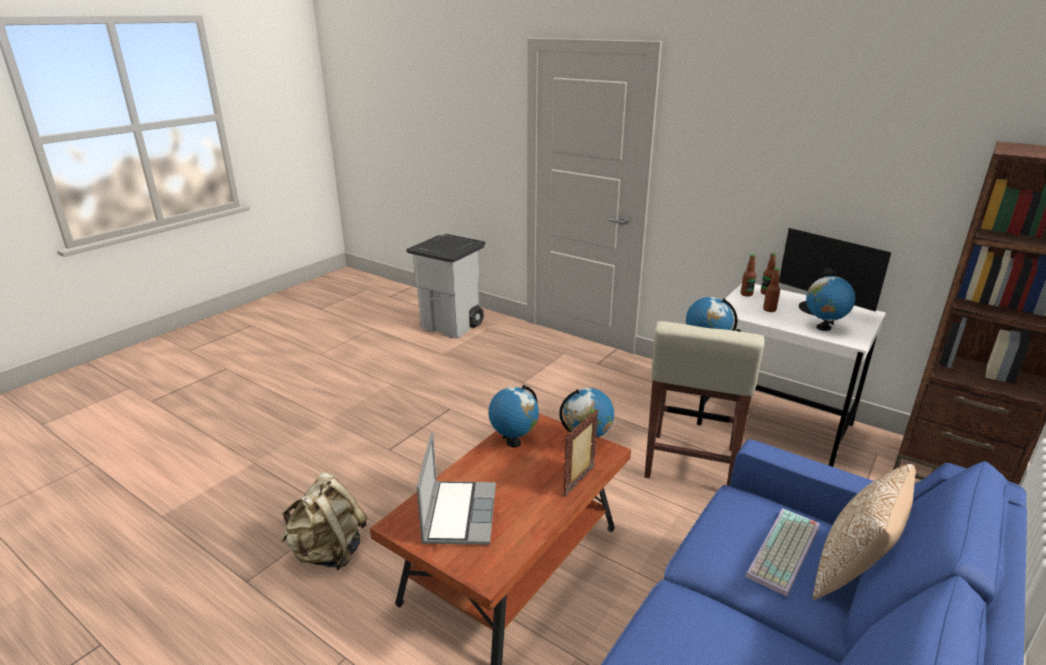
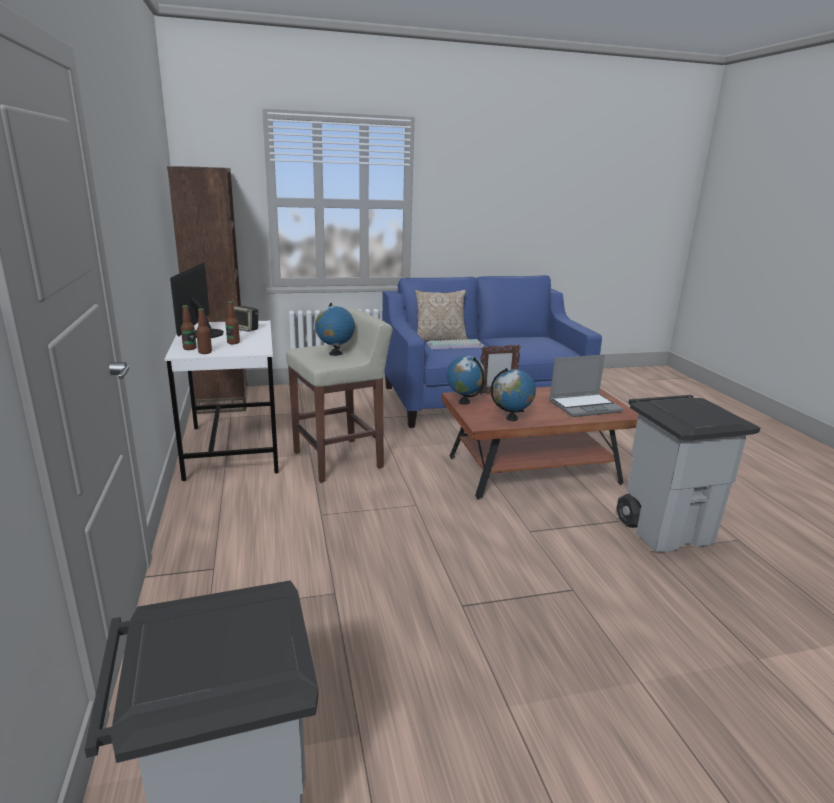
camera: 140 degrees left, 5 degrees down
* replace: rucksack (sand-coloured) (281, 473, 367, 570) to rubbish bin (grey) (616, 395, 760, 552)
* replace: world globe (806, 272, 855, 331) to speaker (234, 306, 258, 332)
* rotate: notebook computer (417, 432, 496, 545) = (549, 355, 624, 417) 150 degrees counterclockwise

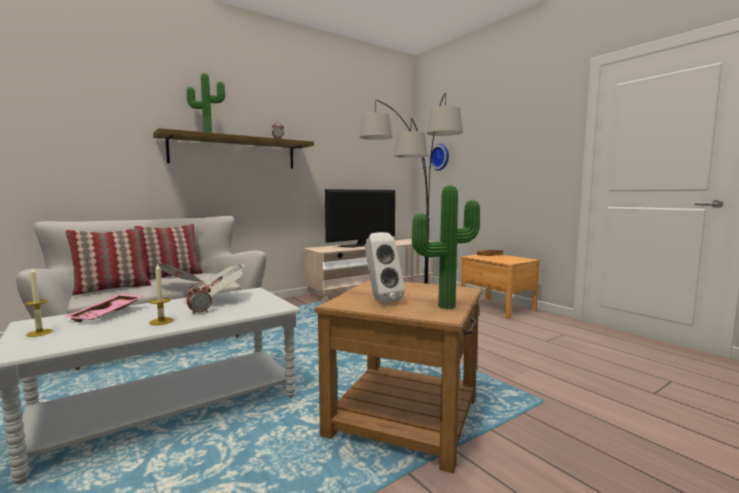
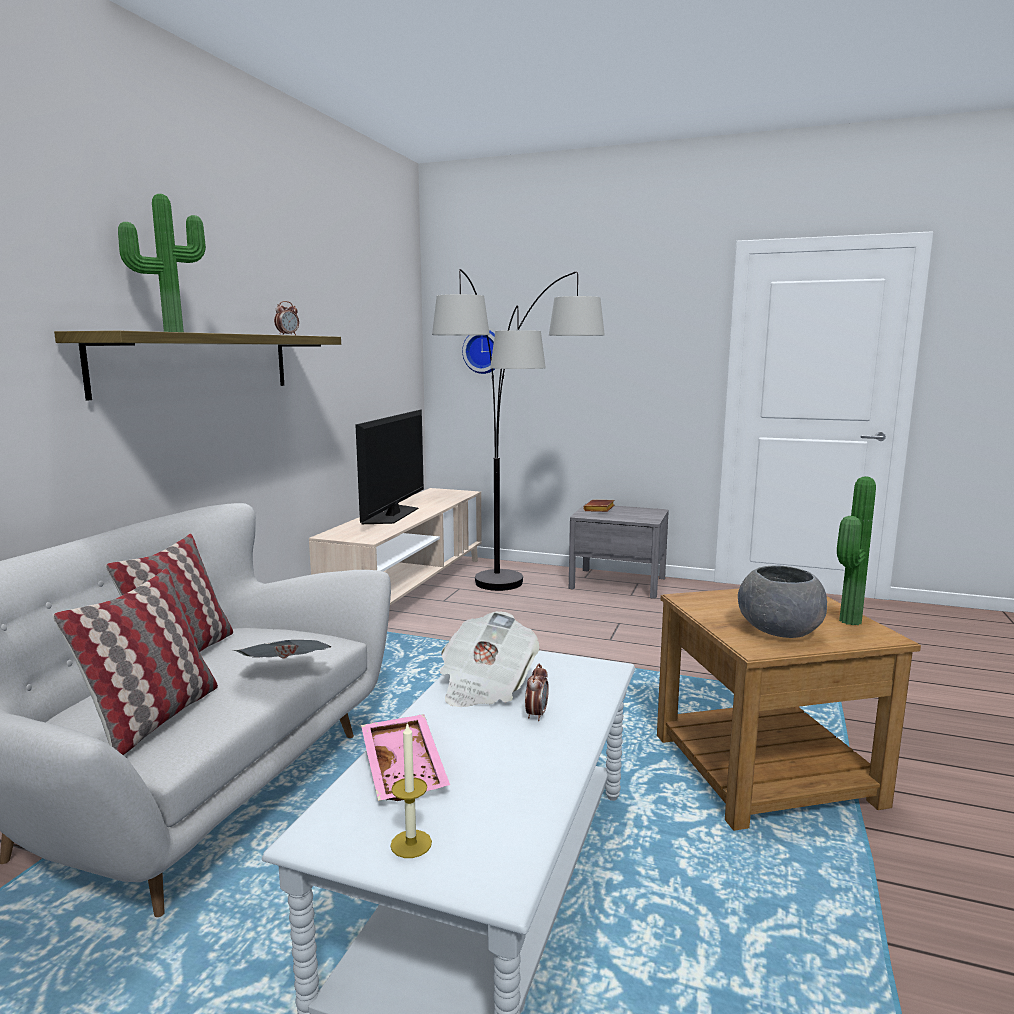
camera: 35 degrees left, 5 degrees up
* delete: wax light (149, 263, 174, 325)
* replace: speaker (whitish) (365, 232, 405, 303) to bowl (grey) (738, 565, 827, 638)
* recolor: nightstand (brownish) (460, 254, 540, 319) to nightstand (grey) (569, 504, 669, 599)

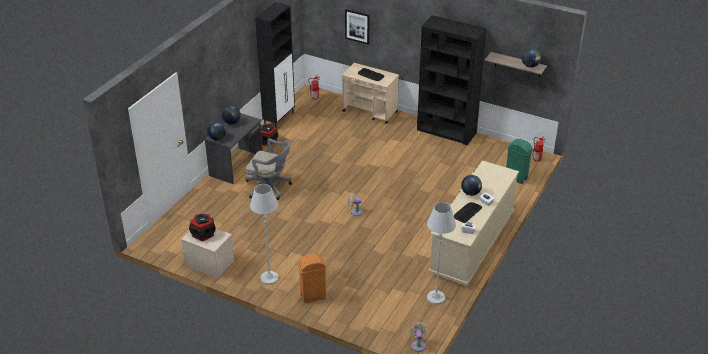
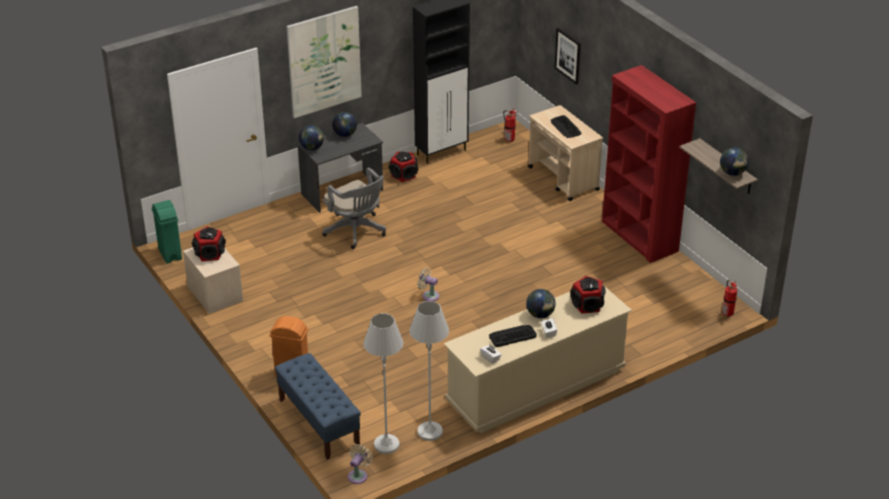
camera: 30 degrees right, 0 degrees up
* insert: indoor bench (bluish) (275, 353, 361, 460)
* insert: wall art (286, 6, 362, 118)
* insert: speaker (570, 276, 606, 314)
* move: floor lamp (whitish) (250, 184, 279, 285) to (364, 313, 403, 454)
* move: rubbish bin (green) (506, 139, 533, 184) to (152, 200, 182, 264)
* recolor: bookcase (black-coloured) (417, 15, 487, 145) to bookcase (red-coloured) (602, 65, 696, 263)

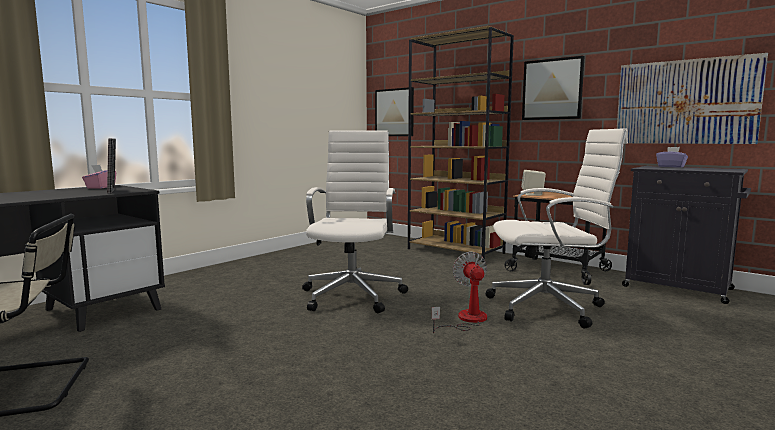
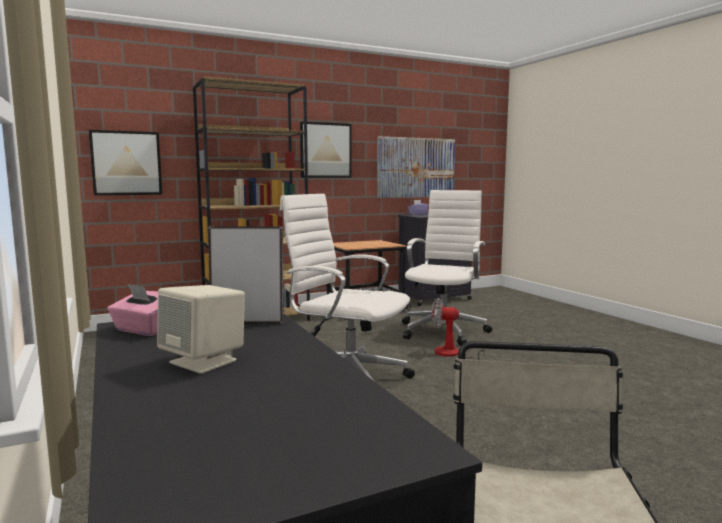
camera: 65 degrees left, 0 degrees up
* move: speaker (sand-coloured) (521, 170, 546, 196) to (157, 285, 245, 374)

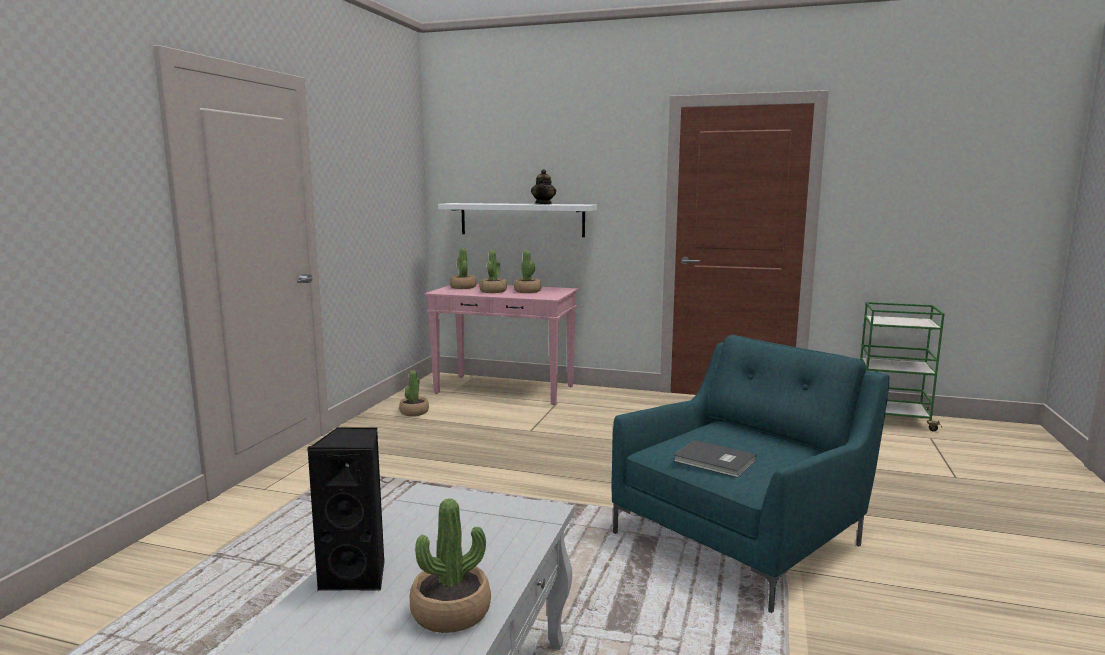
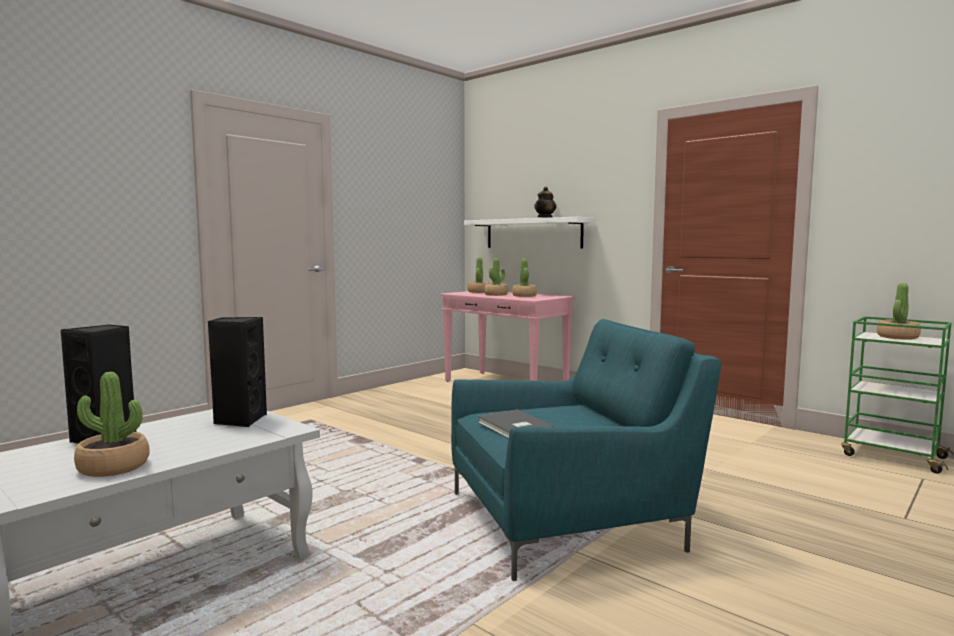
camera: 25 degrees right, 5 degrees down
* insert: speaker (black-coloured) (208, 317, 267, 427)
* move: plant in a pot (399, 370, 429, 416) to (877, 283, 921, 340)

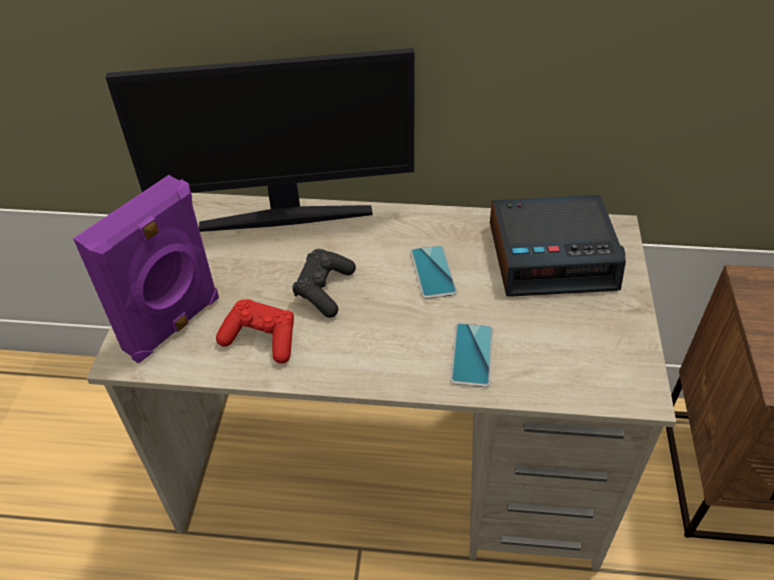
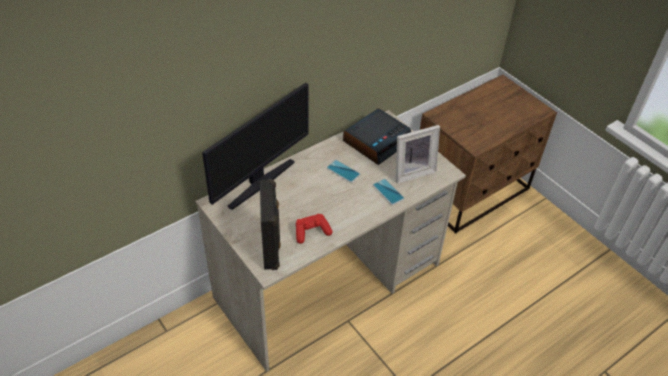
camera: 45 degrees left, 0 degrees up
* delete: joypad (black-coloured) (292, 249, 356, 318)
* insert: picture frame (396, 125, 440, 184)
* recolor: speaker (purple) (73, 175, 219, 363) to speaker (black-coloured) (260, 179, 281, 270)

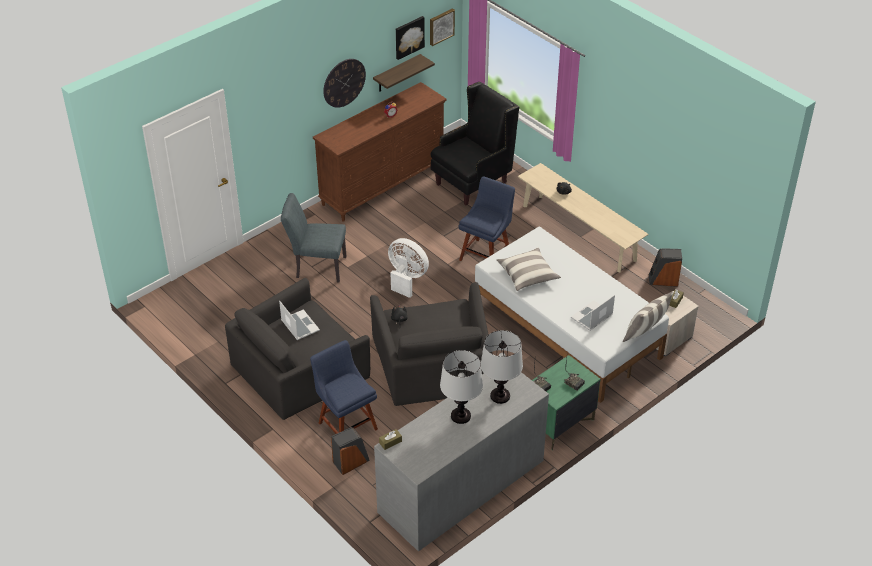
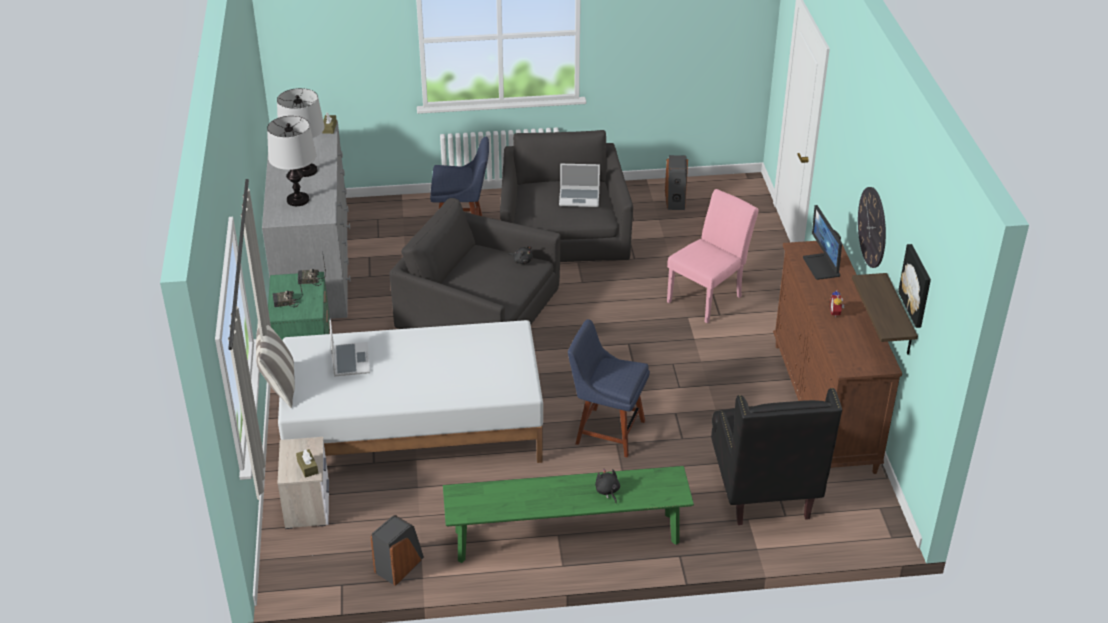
camera: 125 degrees right, 5 degrees down
* delete: cooling fan (whitish) (388, 238, 429, 298)
* delete: wall art (430, 9, 455, 46)
* delete: throw pillow (496, 247, 561, 291)
* insert: monitor (803, 205, 842, 280)
* move: speaker (331, 427, 370, 475) to (665, 155, 688, 210)
* recolor: upright chair (grey) (281, 193, 346, 282) to upright chair (pink-coloured) (667, 189, 759, 323)
* recolor: indoor bench (sand-coloured) (518, 163, 648, 272) to indoor bench (green) (443, 466, 694, 563)
* rotate: upright chair (bluish) (458, 177, 515, 261) = (568, 319, 650, 458) 135 degrees clockwise

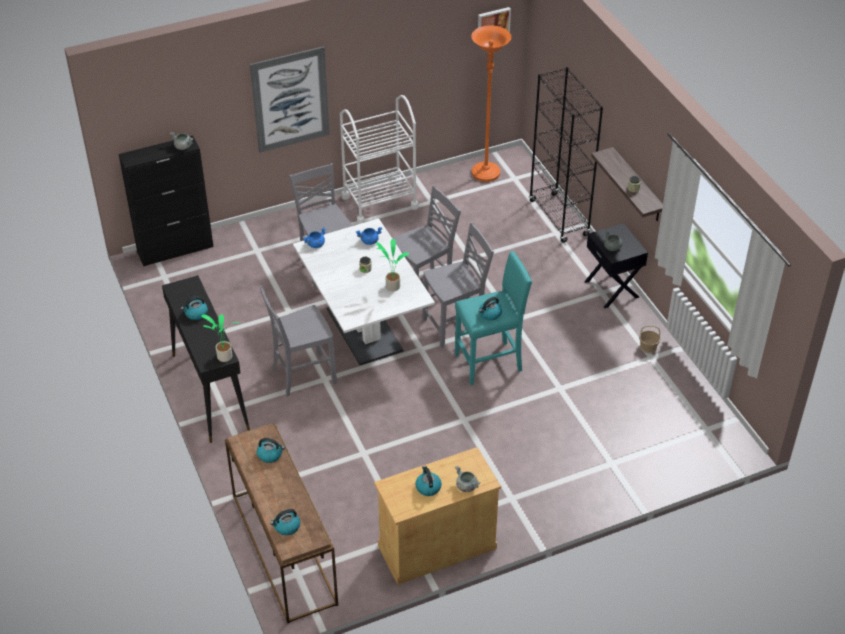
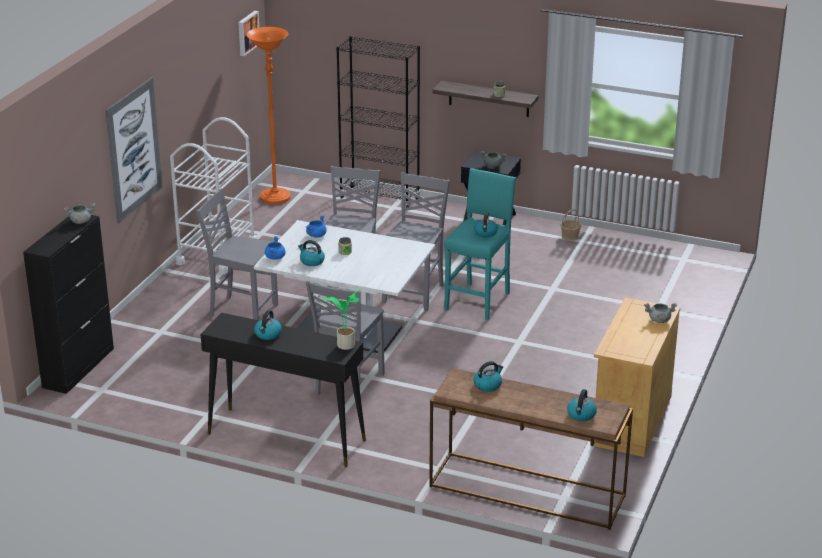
camera: 45 degrees left, 15 degrees down
* delete: plant in a pot (376, 239, 409, 291)
* move: tea kettle (415, 466, 442, 496) to (298, 240, 325, 266)

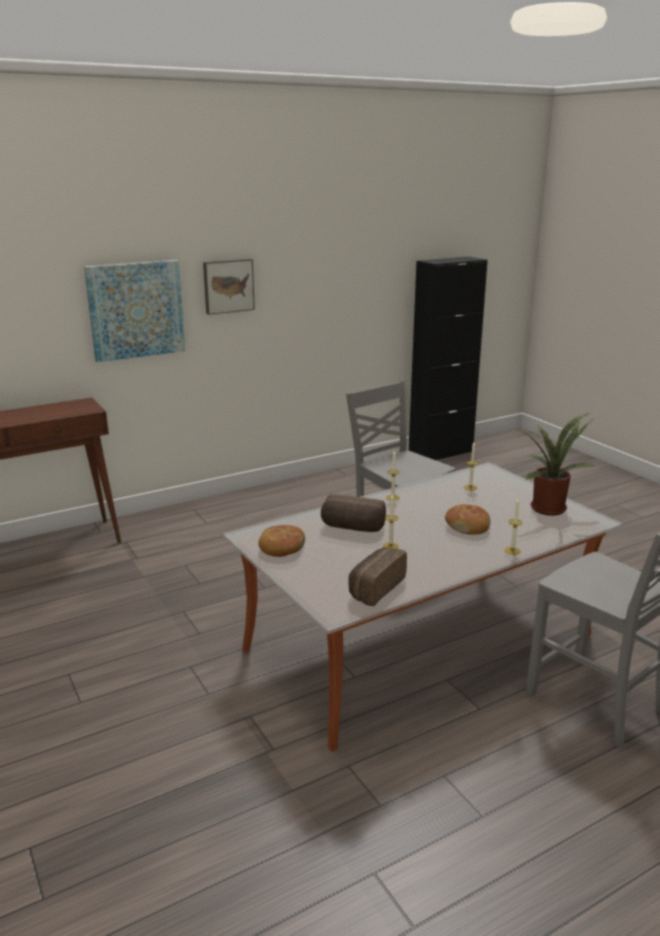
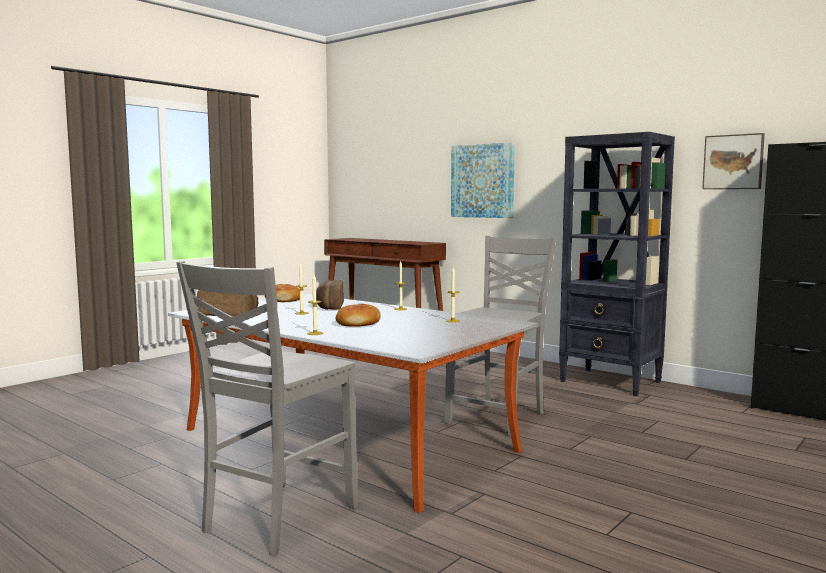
camera: 70 degrees right, 15 degrees down
* delete: plant in a pot (512, 413, 596, 516)
* insert: bookcase (black-coloured) (559, 132, 675, 396)
* move: wall art (203, 259, 255, 315) to (702, 133, 765, 189)

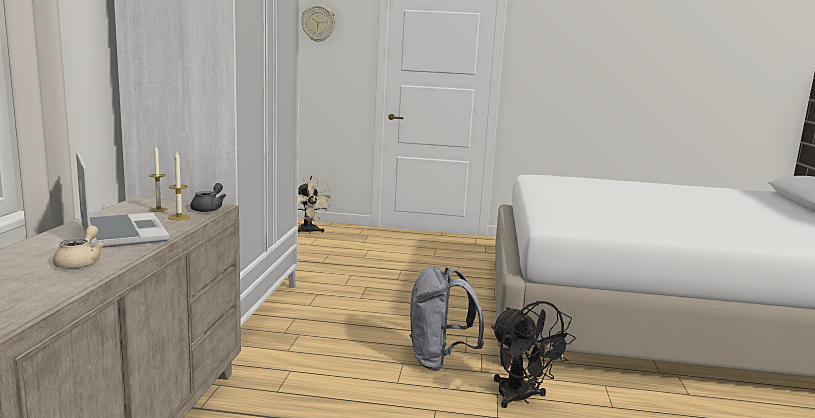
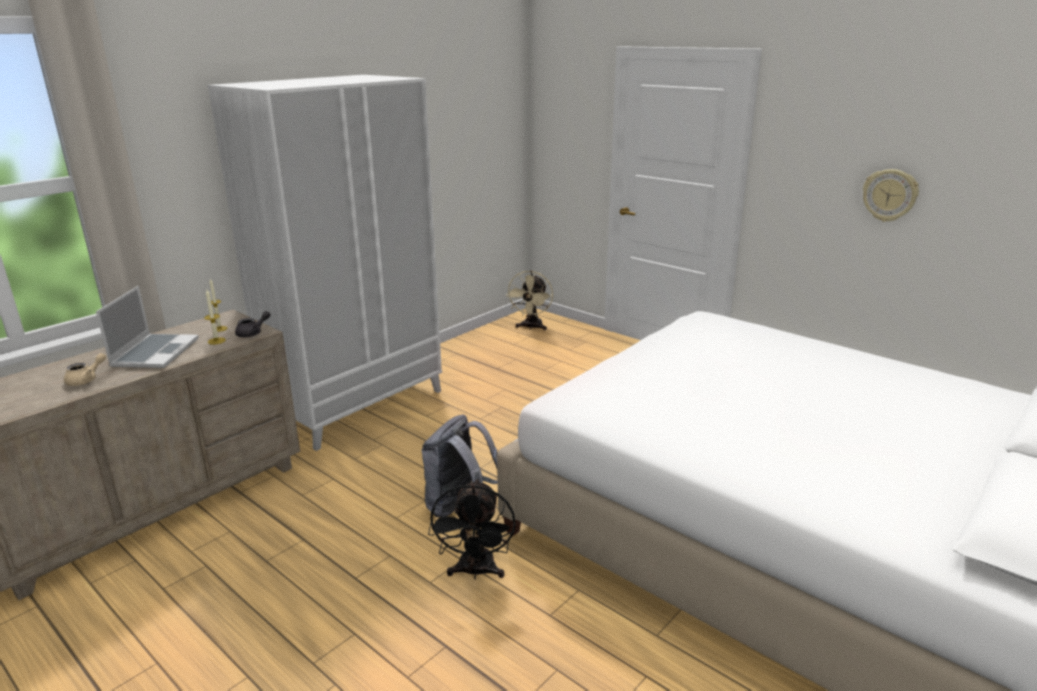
camera: 35 degrees right, 10 degrees up
* move: wall clock (301, 5, 336, 42) to (863, 169, 919, 222)

